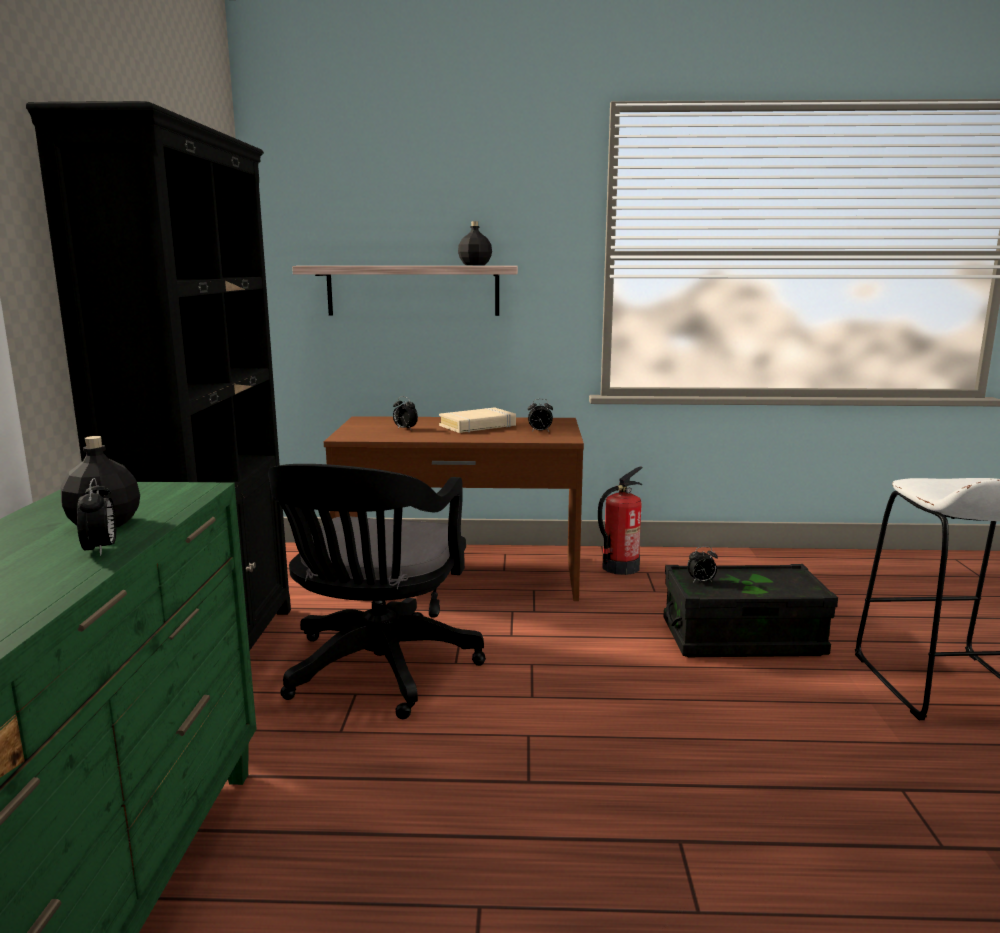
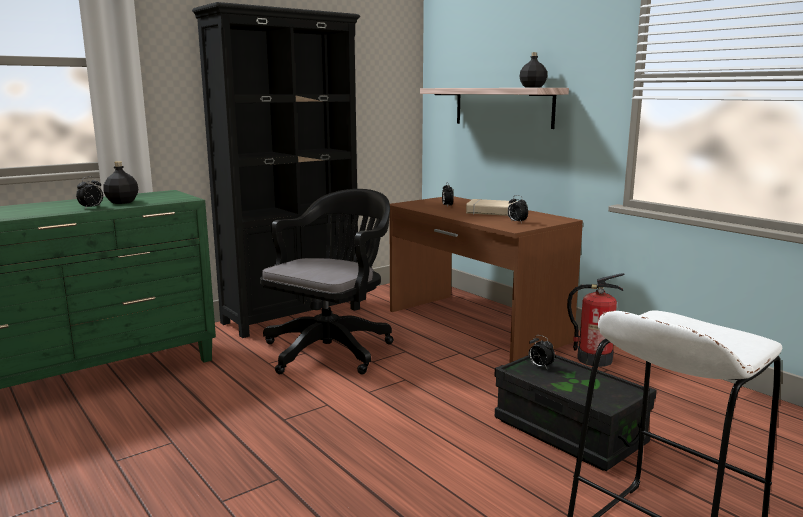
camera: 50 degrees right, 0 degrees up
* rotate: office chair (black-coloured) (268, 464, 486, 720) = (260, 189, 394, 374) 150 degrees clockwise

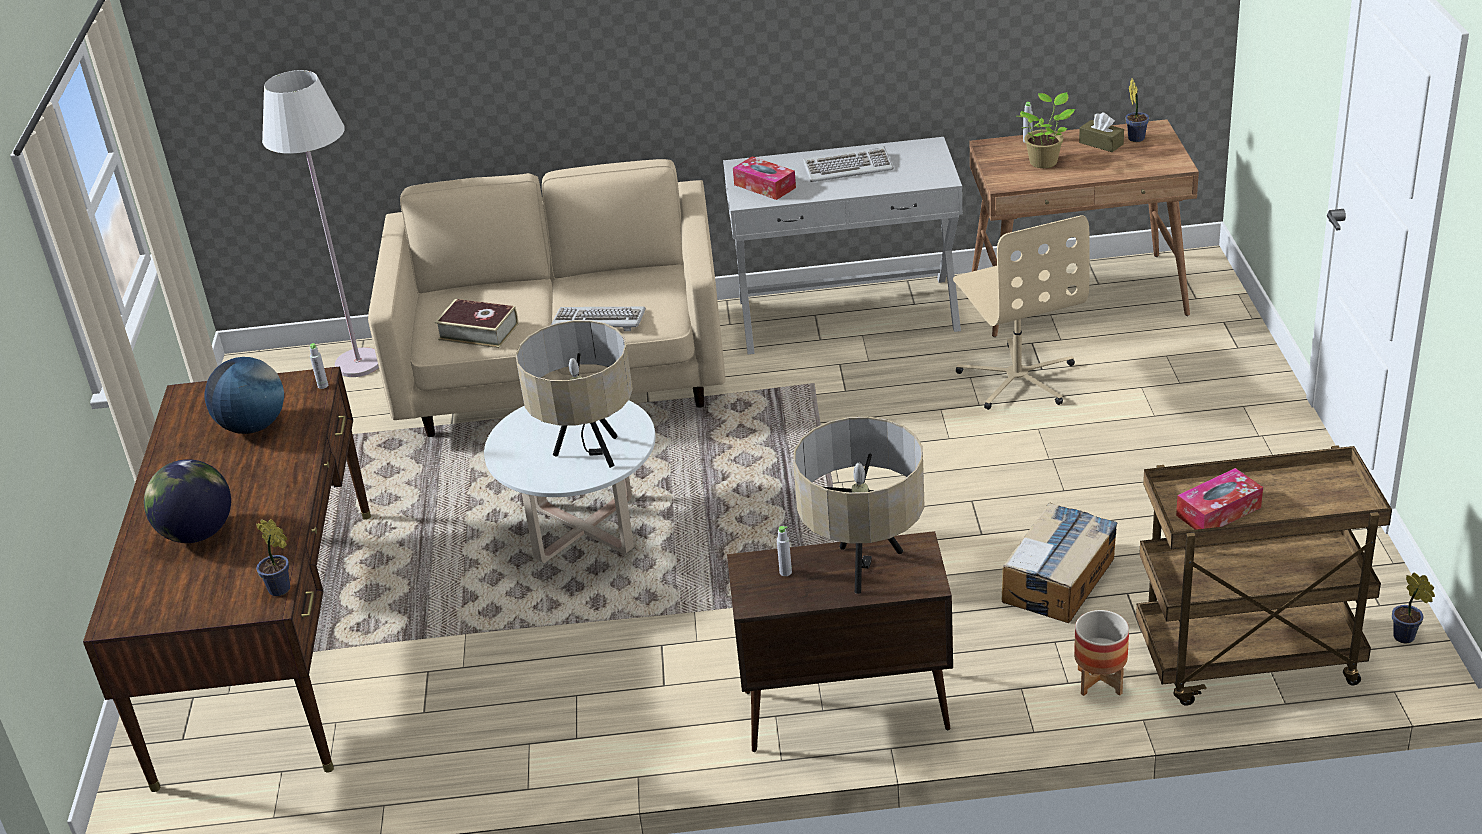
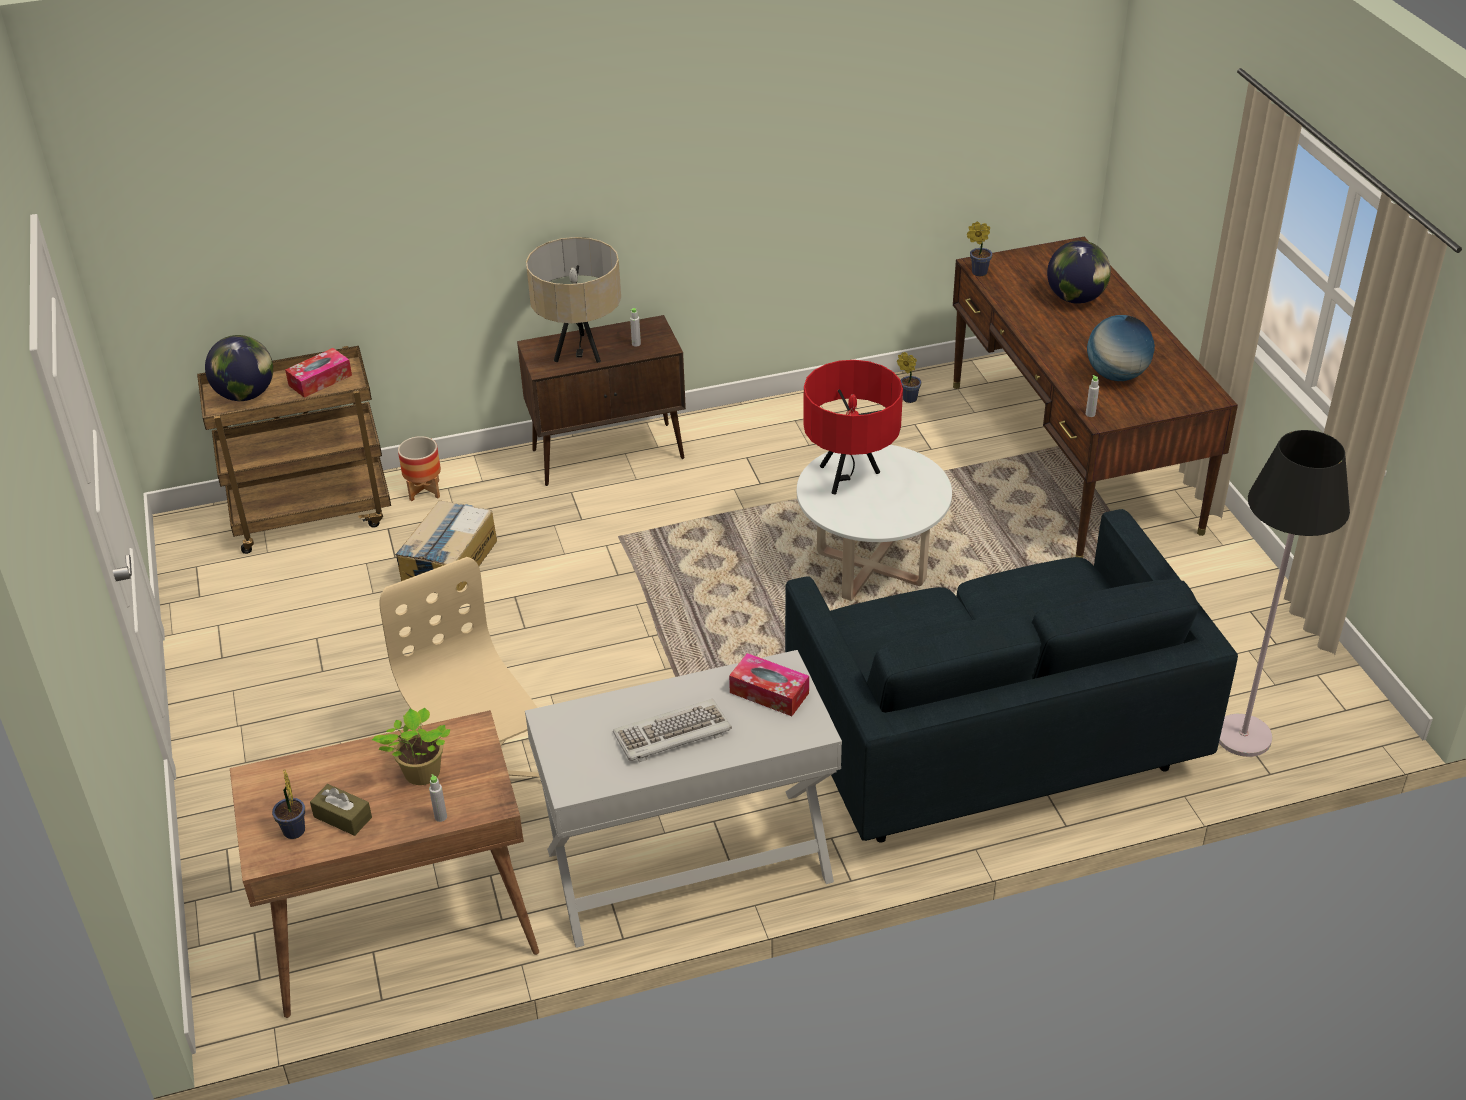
camera: 165 degrees right, 5 degrees up
* delete: book (435, 299, 518, 348)
* delete: PC keyboard (551, 306, 646, 331)
* insert: world globe (205, 335, 273, 401)
* move: plant in a pot (1392, 573, 1435, 643) to (896, 352, 921, 403)
* recolor: floor lamp (whitish) (262, 70, 379, 377) to floor lamp (black-coloured) (1219, 430, 1350, 757)
* recolor: couch (sand-coloured) (368, 159, 725, 437) to couch (bluish) (785, 509, 1238, 843)
* recolor: lamp for a table (sand-coloured) (515, 320, 633, 468) to lamp for a table (red-coloured) (803, 360, 903, 495)

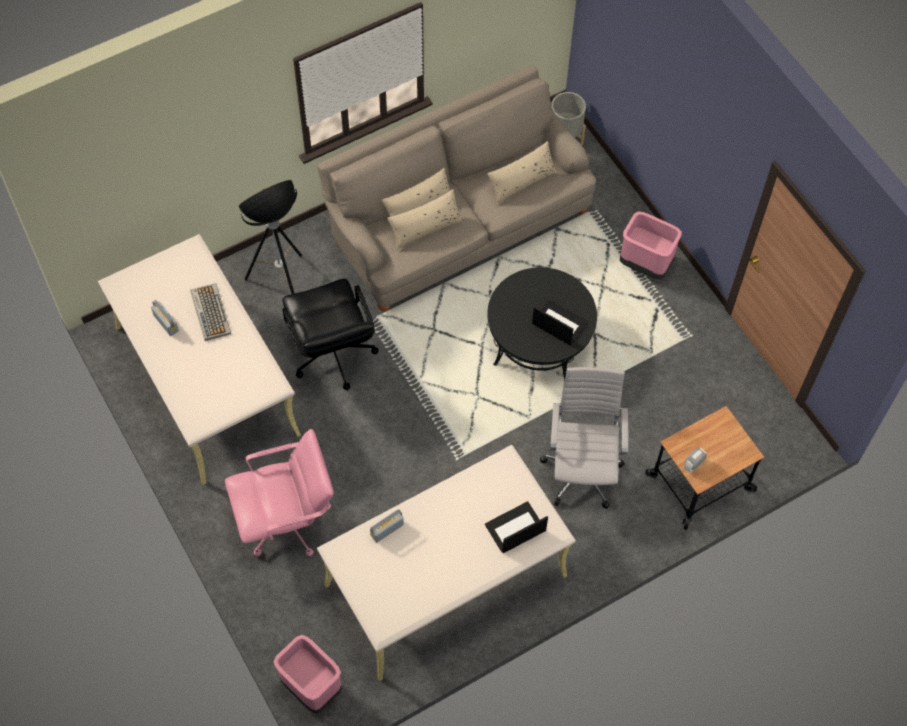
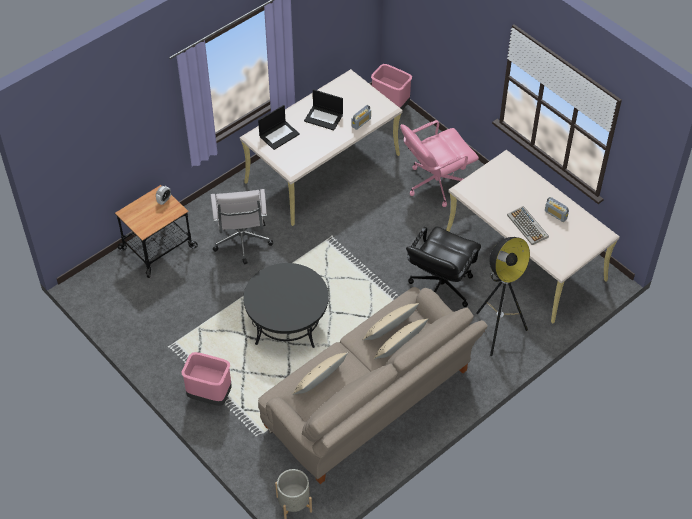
camera: 170 degrees right, 10 degrees down
* move: notebook computer (532, 300, 588, 345) to (304, 89, 343, 130)
* rotate: office chair (black-coloured) (282, 278, 379, 390) = (406, 226, 481, 307) 120 degrees counterclockwise

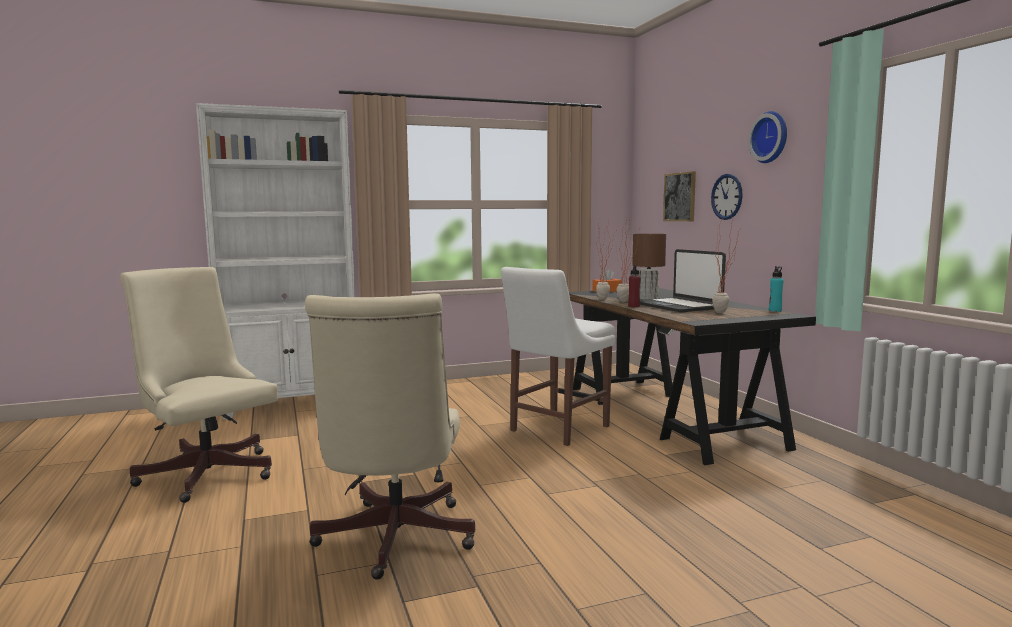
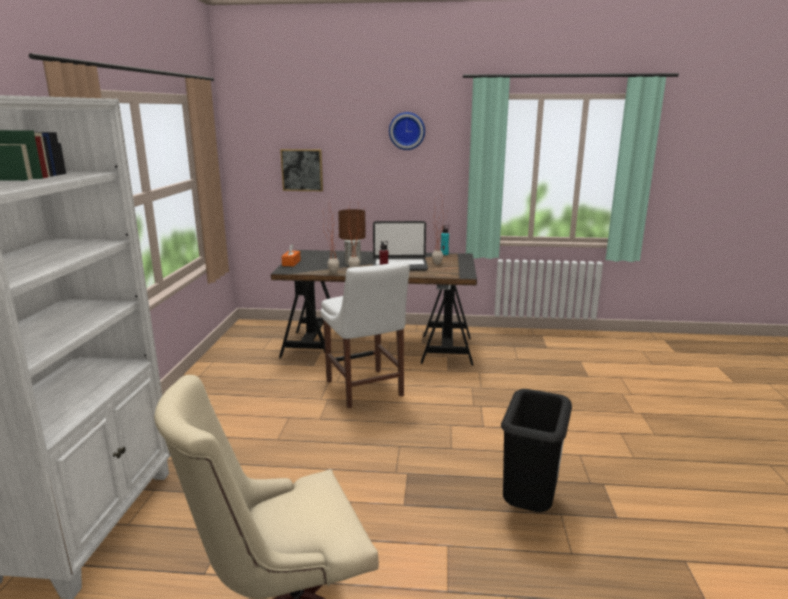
camera: 65 degrees left, 10 degrees up
* delete: wall clock (711, 174, 743, 220)
* replace: office chair (sand-coloured) (305, 293, 475, 580) to rubbish bin (black-coloured) (501, 389, 572, 512)

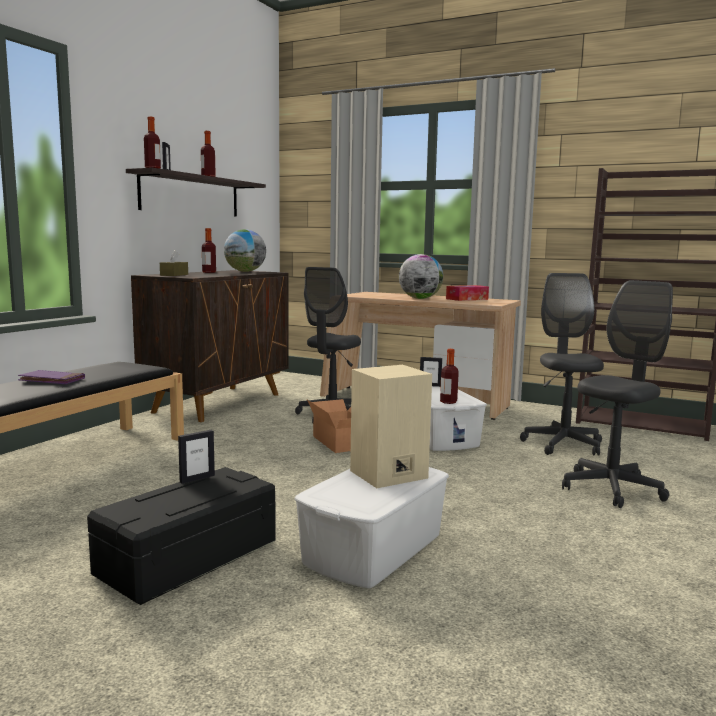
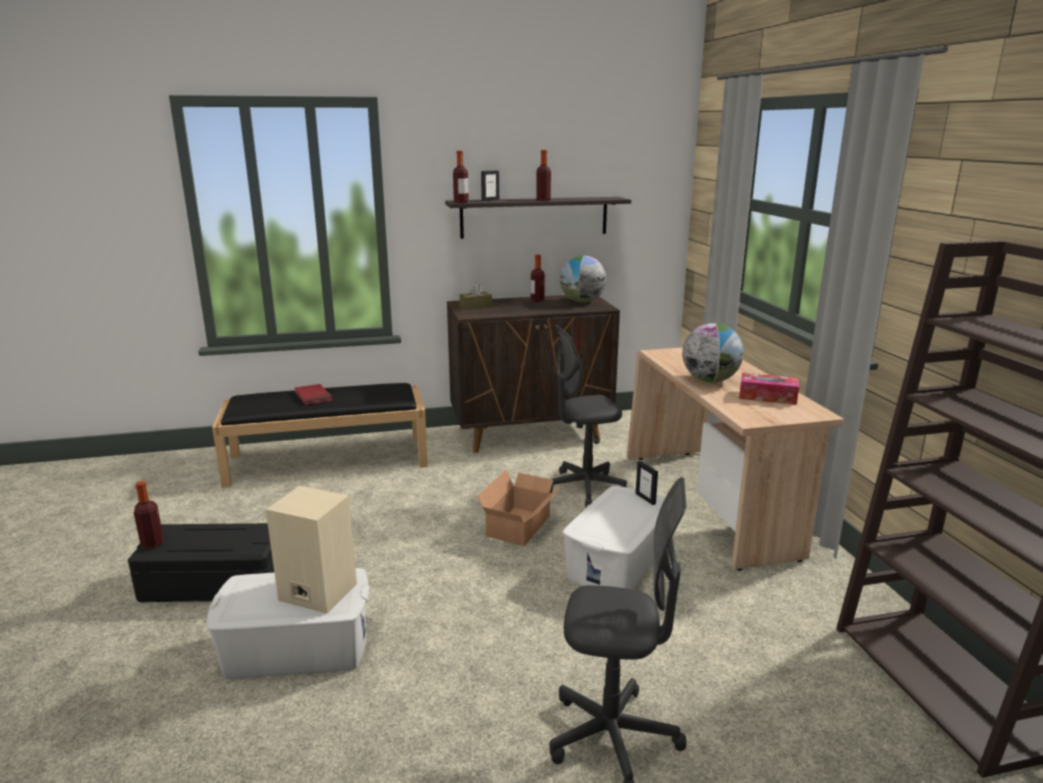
camera: 50 degrees right, 10 degrees up
* delete: picture frame (178, 430, 215, 484)
* delete: office chair (grey) (520, 273, 604, 456)
* move: beverage bottle (440, 349, 459, 404) to (134, 481, 164, 549)
* recolor: book (purple) (18, 370, 85, 384) to book (red-coloured) (294, 384, 333, 405)

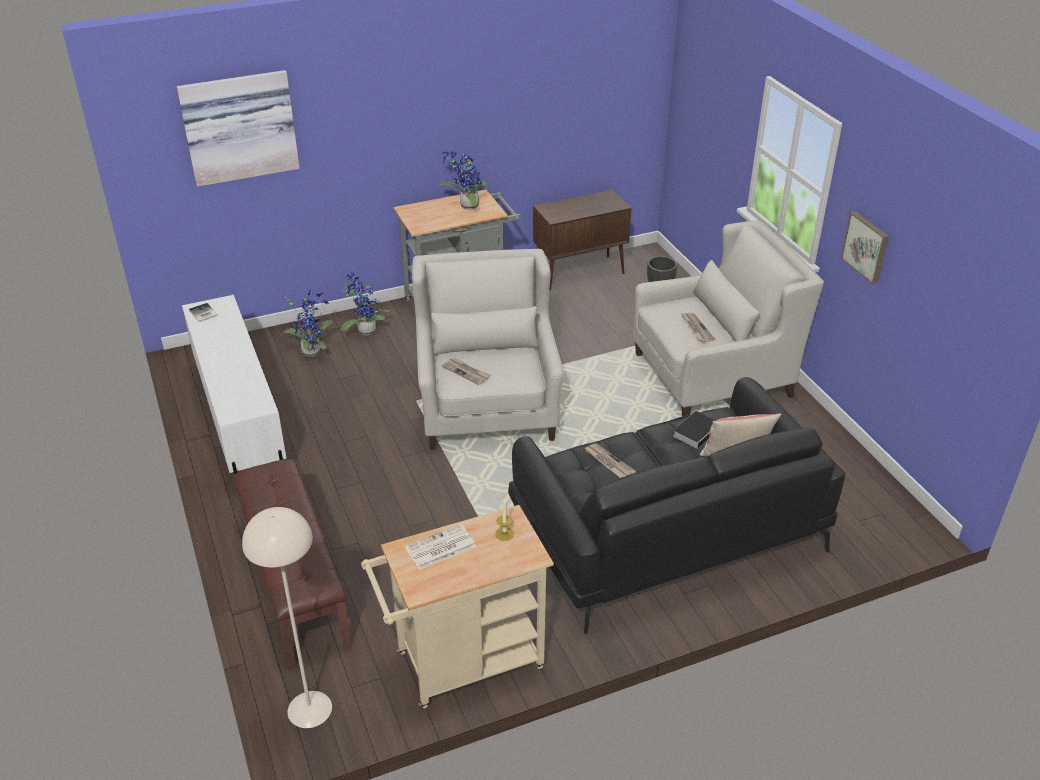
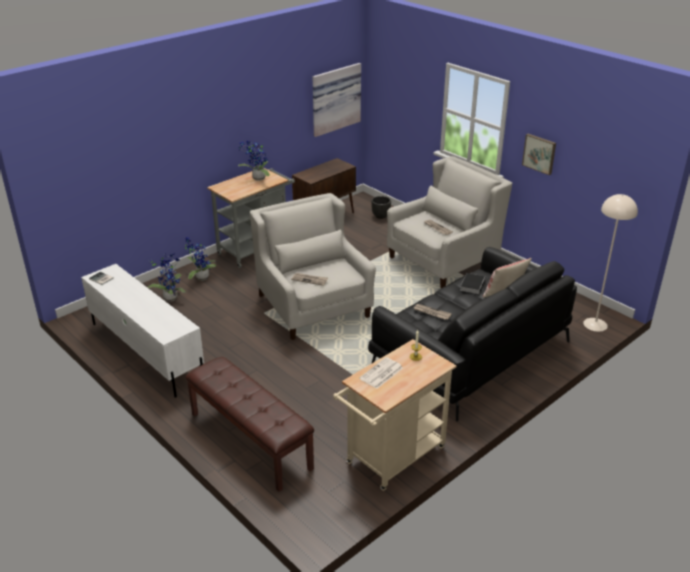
camera: 20 degrees left, 5 degrees down
* move: wall art (177, 70, 300, 187) to (313, 63, 361, 137)
* move: floor lamp (sand-coloured) (242, 507, 332, 728) to (583, 194, 638, 332)

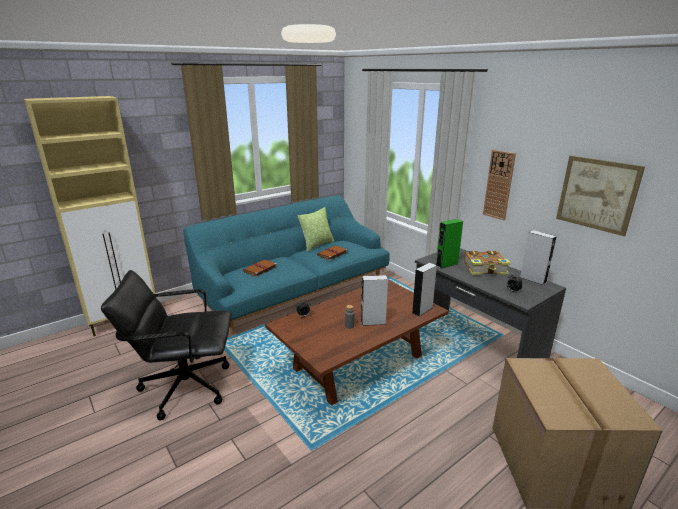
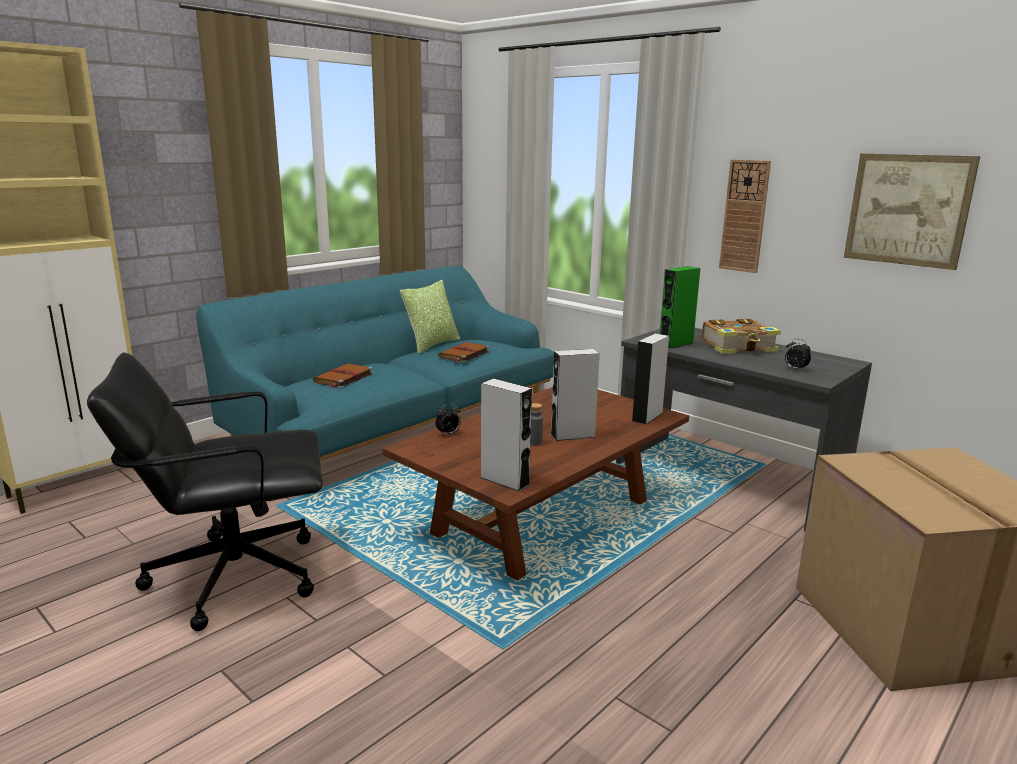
camera: 10 degrees left, 5 degrees down
* move: speaker (grey) (519, 230, 556, 285) to (480, 379, 532, 491)

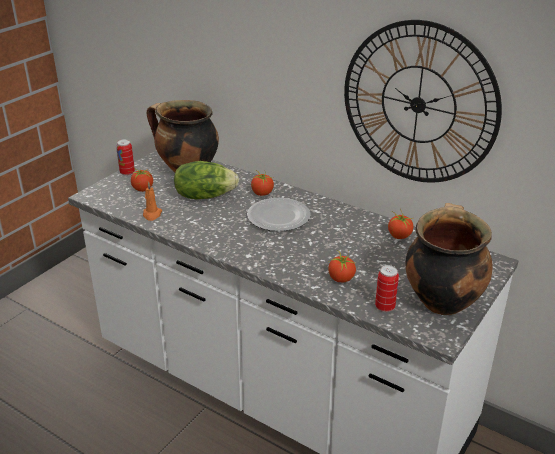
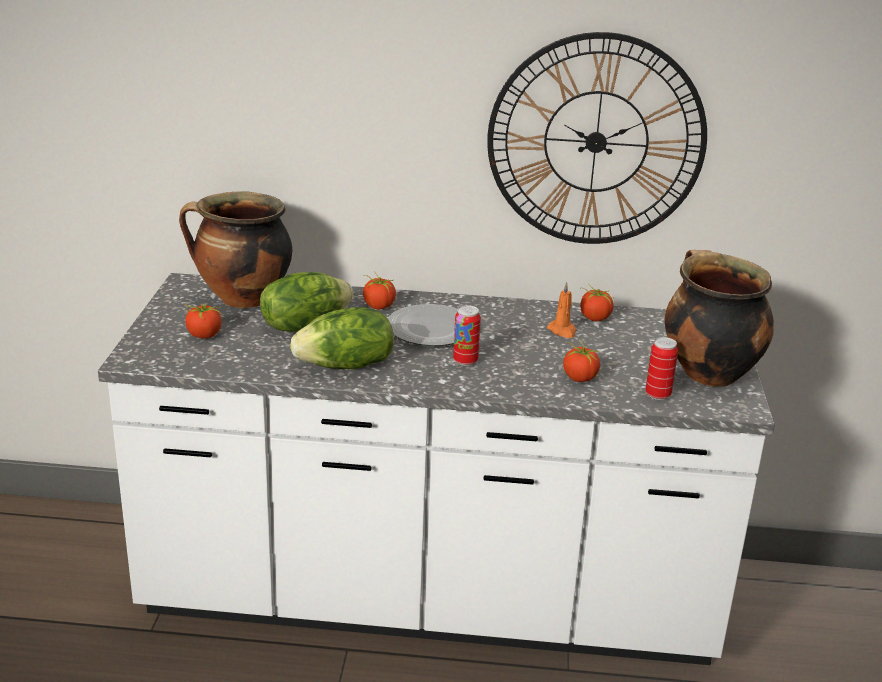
camera: 30 degrees left, 5 degrees down
* insert: lettuce (290, 307, 394, 369)
* move: metal can (116, 139, 135, 176) to (453, 305, 481, 366)
* move: wax light (orange-coloured) (143, 181, 162, 221) to (547, 282, 576, 338)

